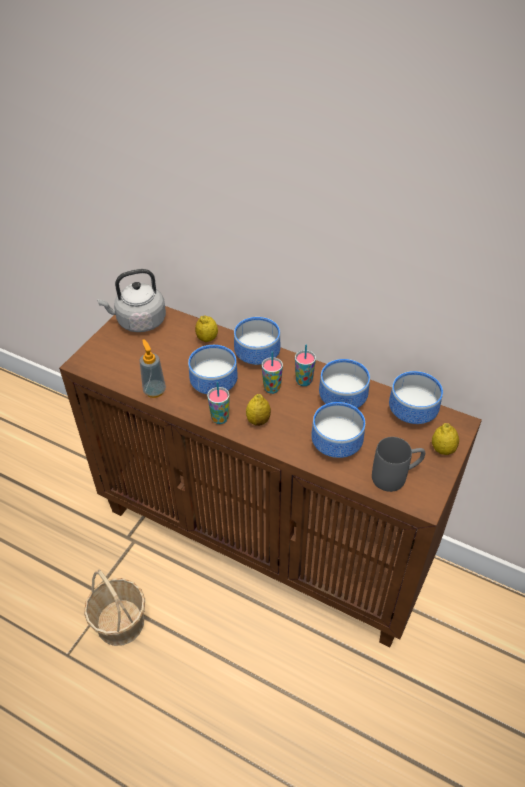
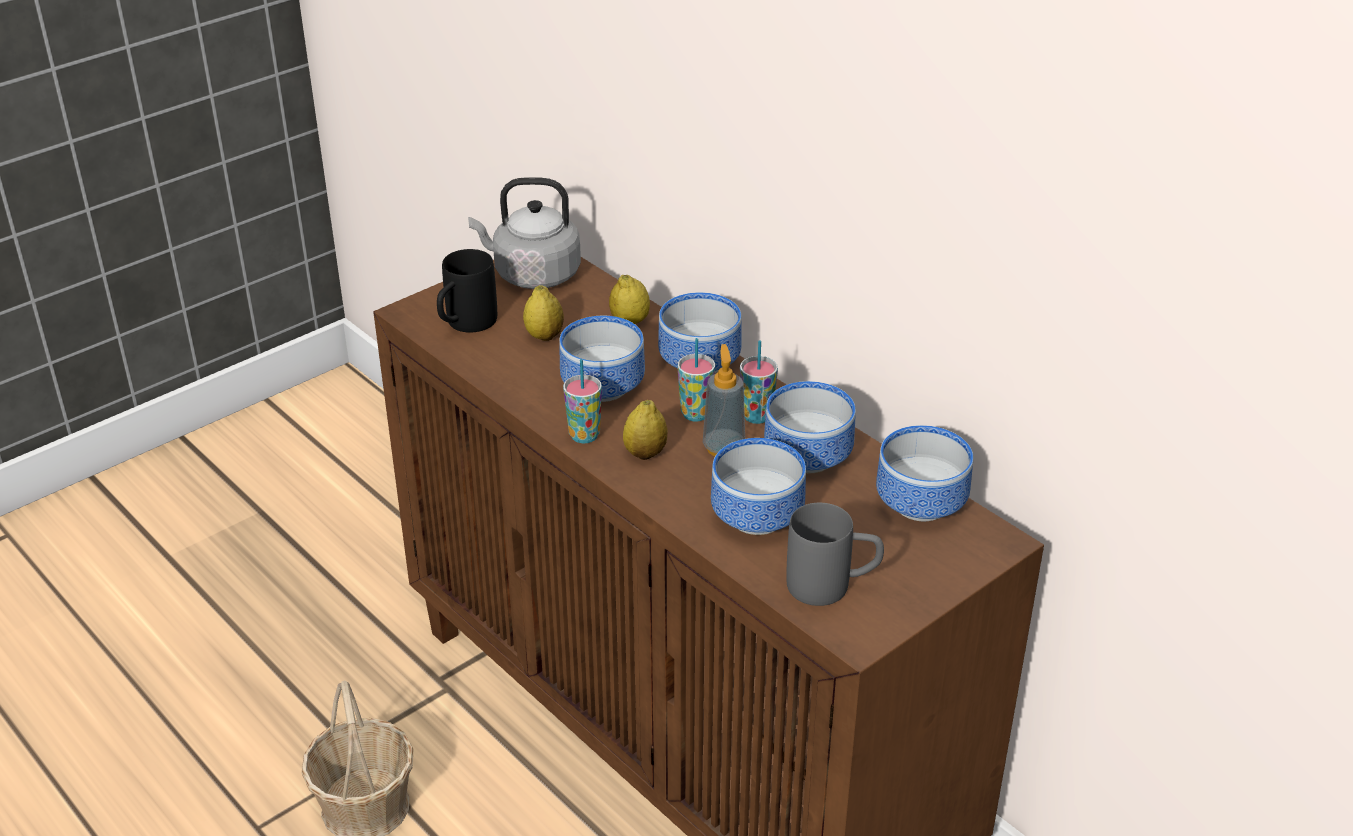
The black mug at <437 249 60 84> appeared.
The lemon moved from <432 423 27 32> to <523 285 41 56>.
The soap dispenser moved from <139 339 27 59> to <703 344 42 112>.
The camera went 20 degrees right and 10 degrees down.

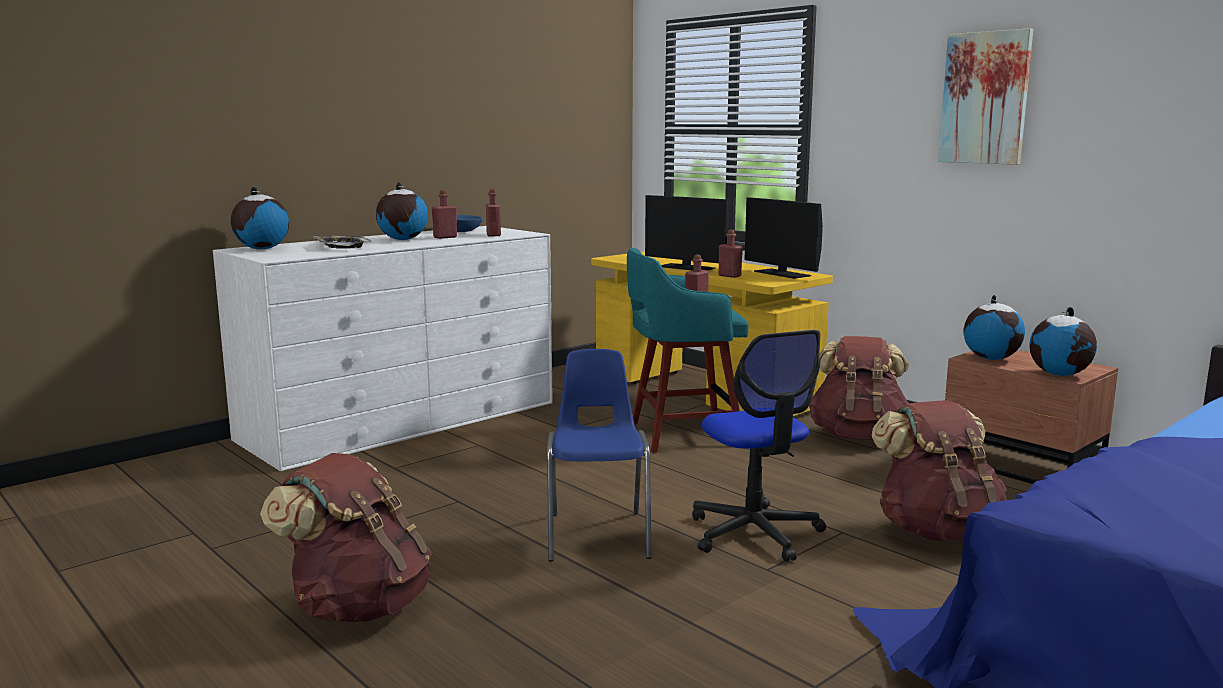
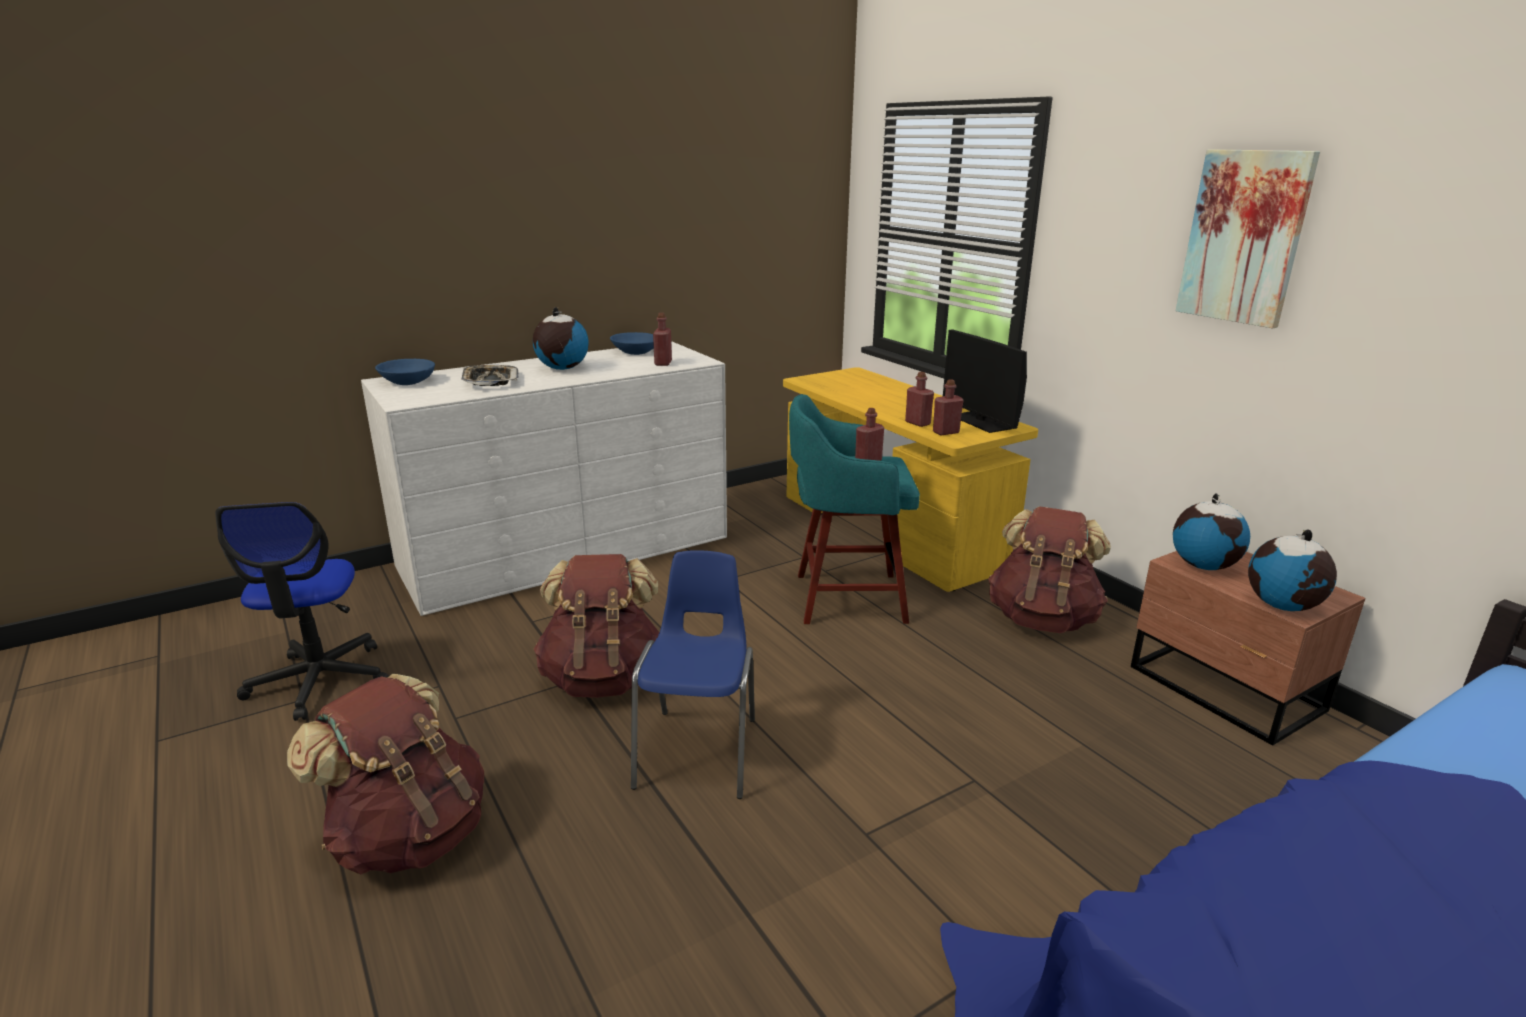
The office chair moved from <692 330 134 232> to <215 502 174 219>.
The globe at <231 187 58 63> was replaced by the blue bowl at <375 359 60 26>.
The brown backpack moved from <871 400 136 141> to <534 554 126 144>.
The red bottle moved from <432 190 25 49> to <933 379 30 57>.
The monitor at <645 195 84 76> disappeared.
The camera went 10 degrees right and 10 degrees up.

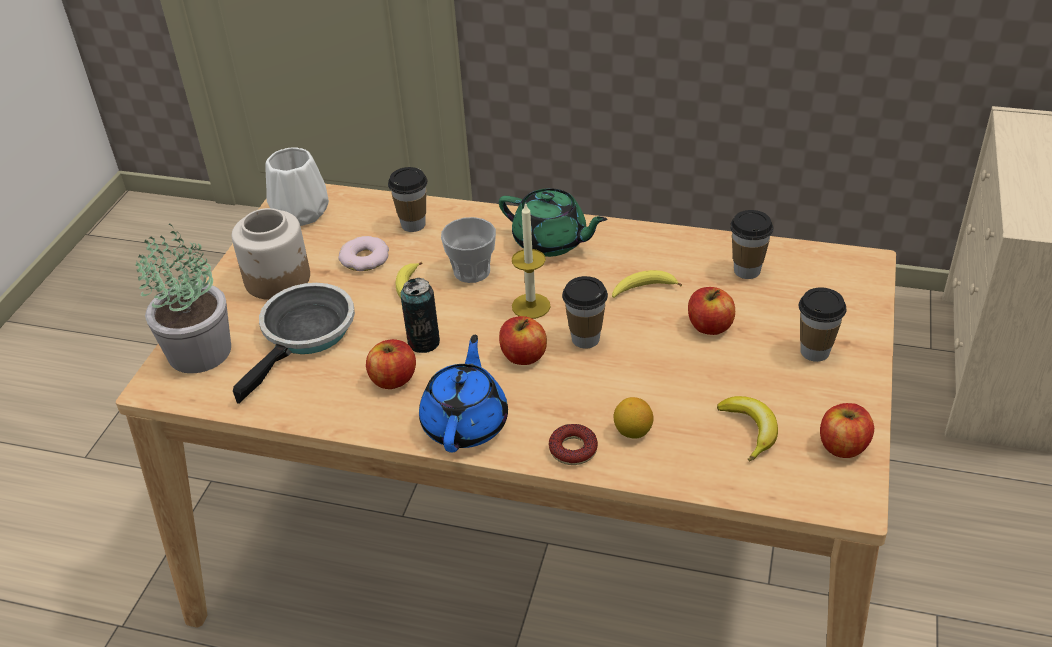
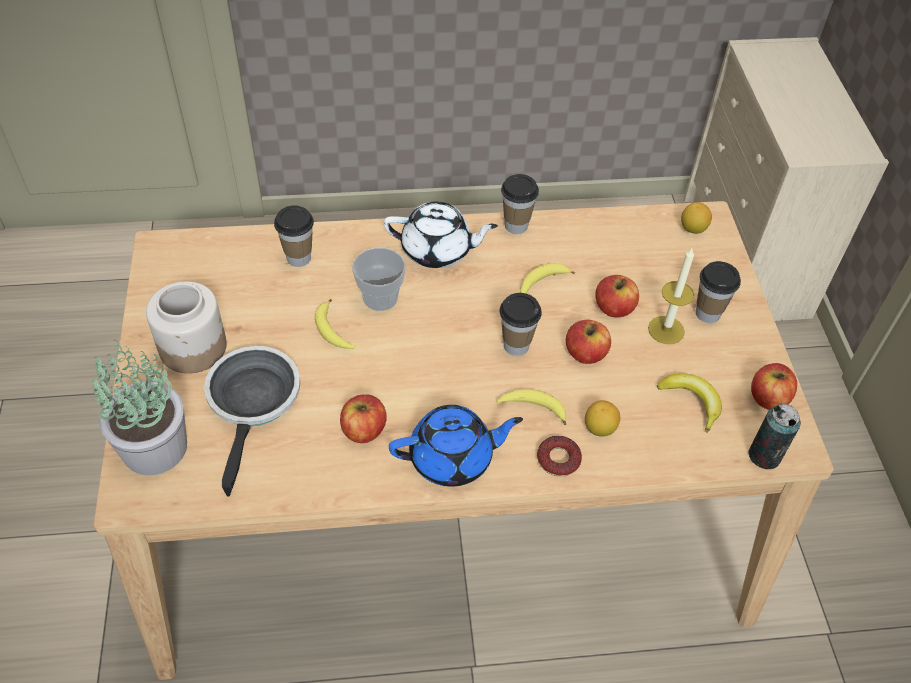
The green teapot at <499 188 108 69> became the white teapot at <384 202 114 66>.
The blue teapot at <419 335 89 118> turned 90 degrees clockwise.
The banana at <497 389 69 36> appeared.
The cup moved from <730 210 43 69> to <501 174 38 60>.
The apple moved from <499 316 48 49> to <566 320 45 44>.
The candle moved from <512 202 38 117> to <648 248 46 96>.
The lemon at <681 202 31 32> appeared.
The can moved from <400 278 40 75> to <748 404 53 65>.
The white vase at <265 147 64 79> disappeared.
The donut at <338 236 51 35> disappeared.
The camera went 25 degrees left and 10 degrees up.

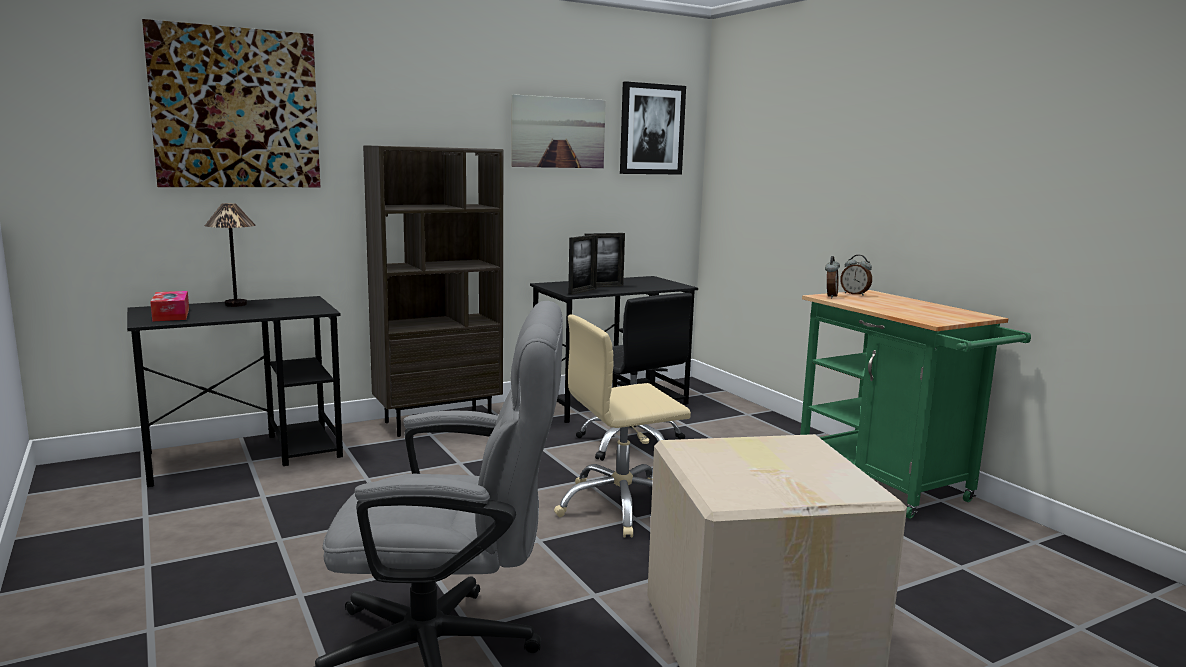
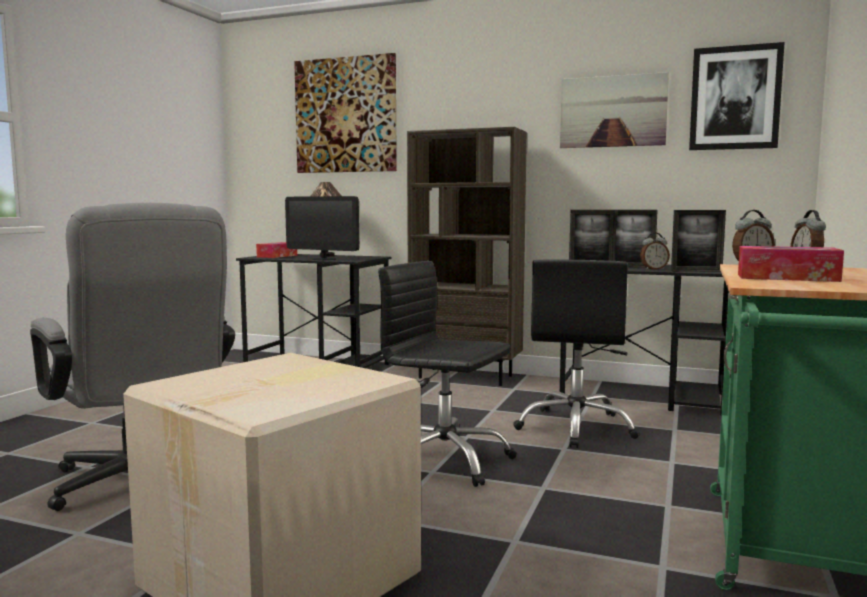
The monitor at <285 196 74 64> appeared.
The beige office chair at <554 314 137 223> became the black office chair at <378 261 139 226>.
The alarm clock at <640 233 30 37> appeared.
The picture frame at <671 210 55 62> appeared.
The tissue box at <738 246 106 36> appeared.
The camera went 50 degrees right and 5 degrees down.

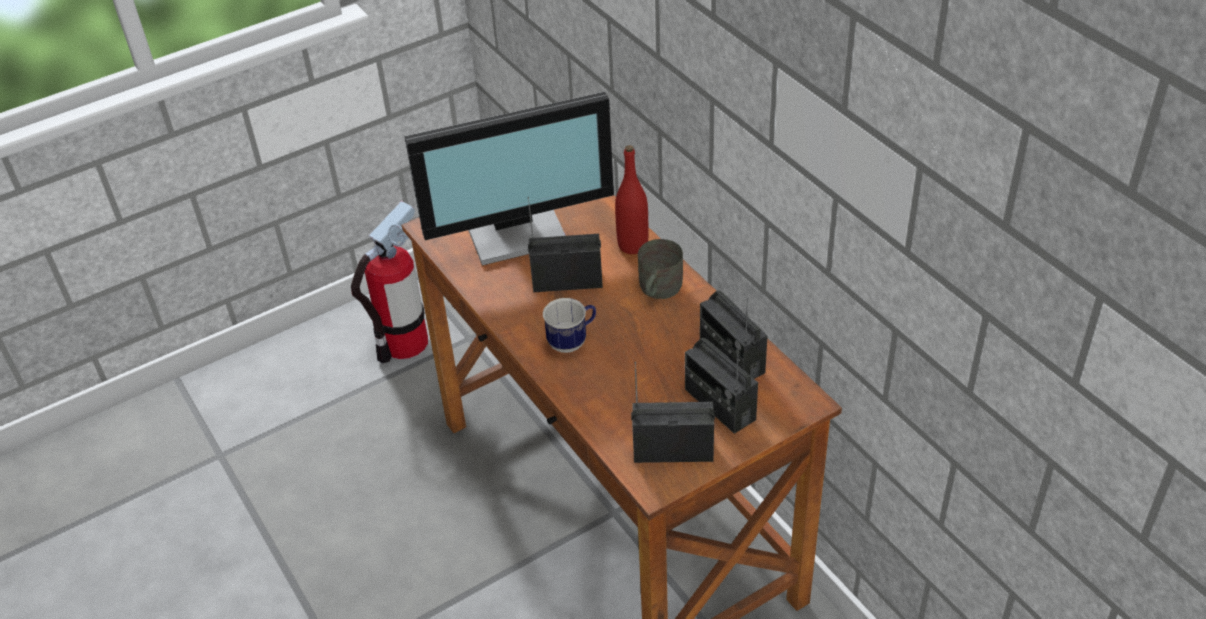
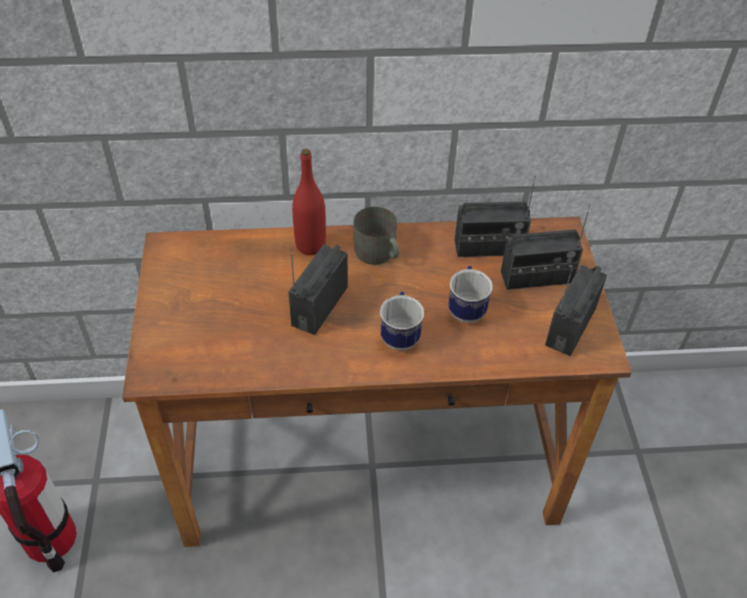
The mug at <448 265 45 58> appeared.
The monitor at <405 92 209 174> disappeared.
The camera went 65 degrees left and 5 degrees up.

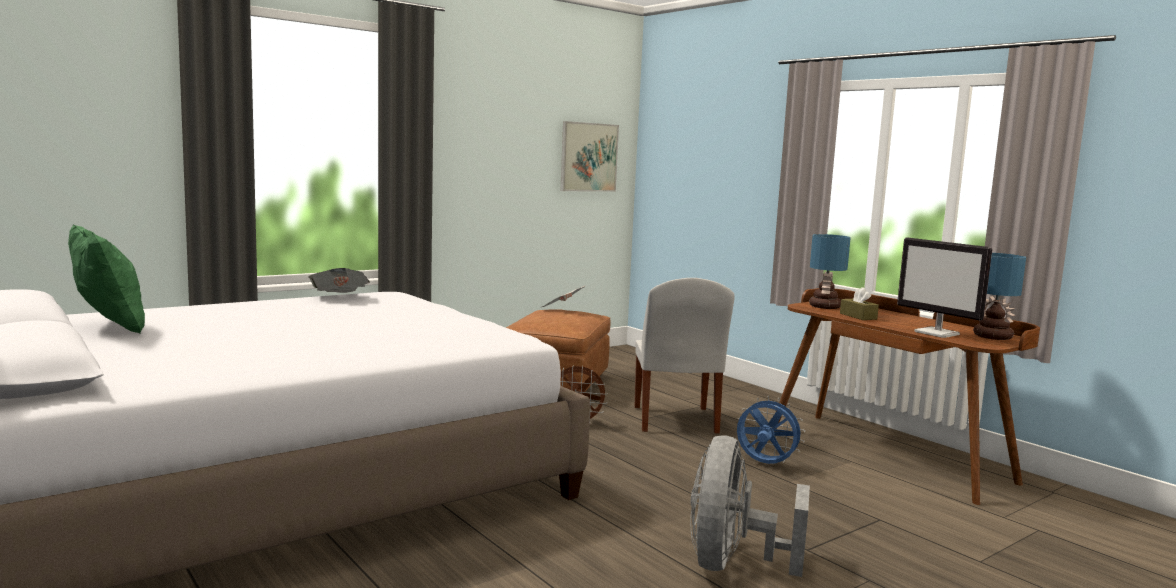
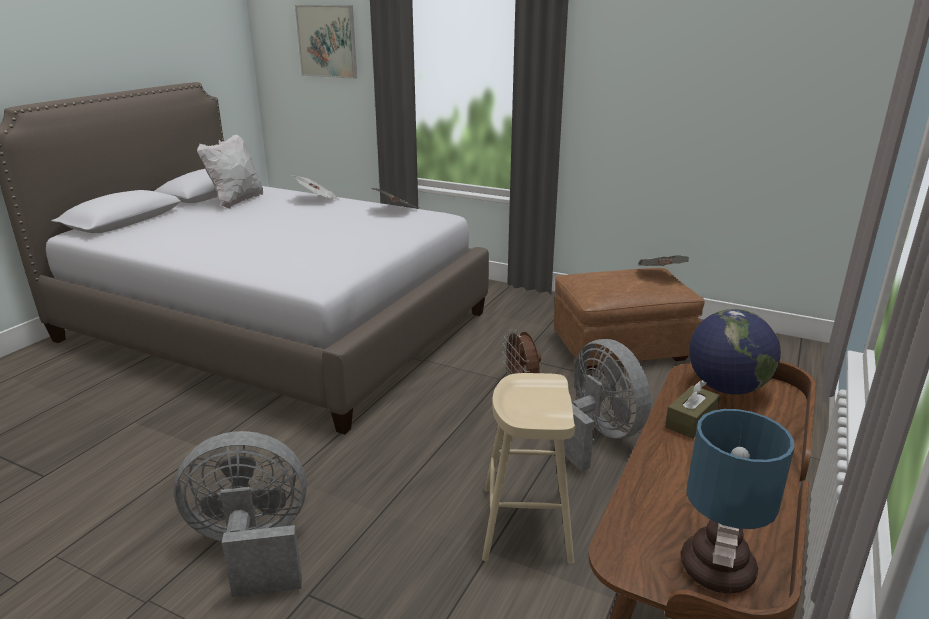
The green pillow at <68 225 77 109> became the white pillow at <197 135 66 74>.
The newspaper at <291 175 49 25> appeared.
The picture moved from <560 121 59 71> to <295 5 62 74>.
The blue fan at <737 396 68 68> was replaced by the beige stool at <482 373 93 191>.
The white chair at <635 278 100 156> was replaced by the grey fan at <551 339 100 132>.
The table lamp at <809 234 42 75> was replaced by the globe at <689 309 92 86>.
The monitor at <897 238 95 100> disappeared.
The camera went 65 degrees right and 15 degrees up.

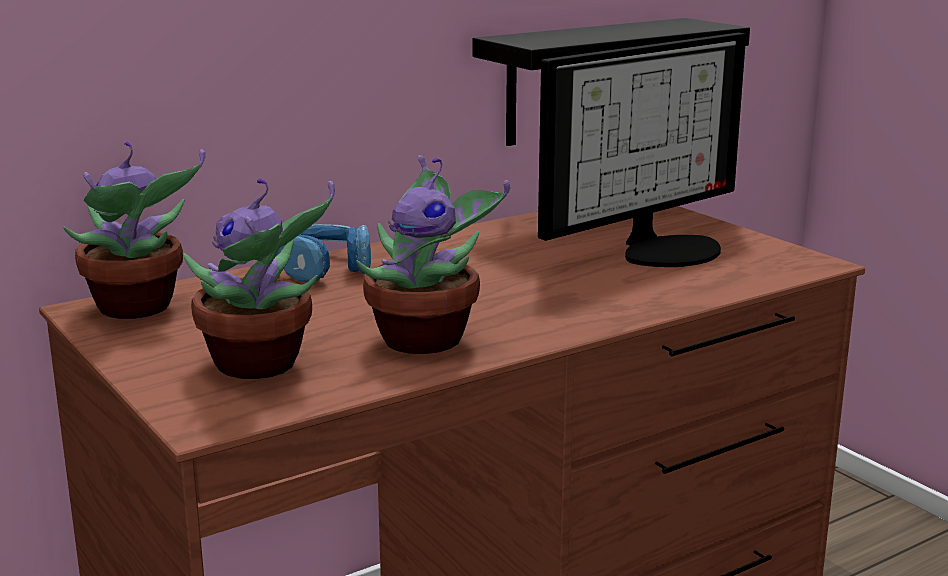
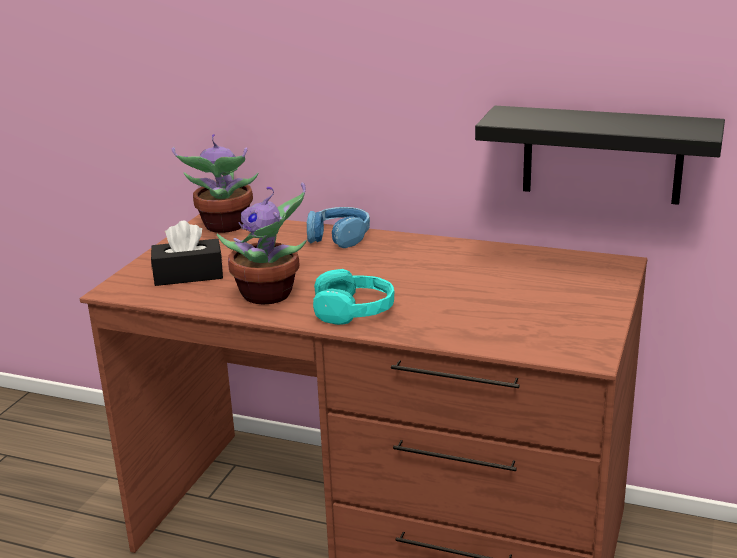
The potted plant at <183 179 152 200> was replaced by the black tissue box at <151 221 72 65>.
The turquoise headphones at <313 269 81 56> appeared.
The monitor at <538 33 208 234> disappeared.
The camera went 55 degrees right and 5 degrees up.

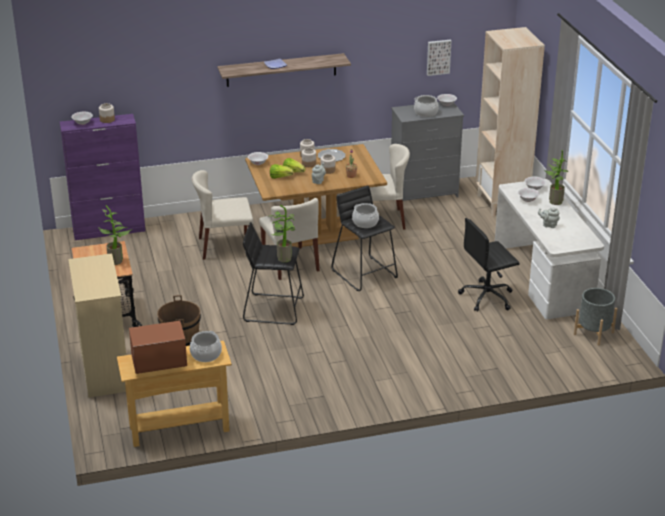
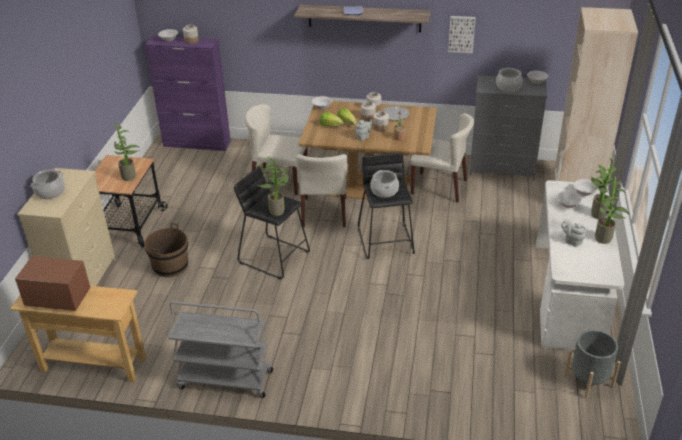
The cooking pot moved from <190 331 32 31> to <31 170 34 29>.
The grey cart at <168 301 105 97> appeared.
The picture moved from <427 40 24 36> to <448 16 28 37>.
The potted plant at <595 176 34 68> appeared.
The black office chair at <458 218 61 94> disappeared.
The camera went 25 degrees right and 5 degrees up.

